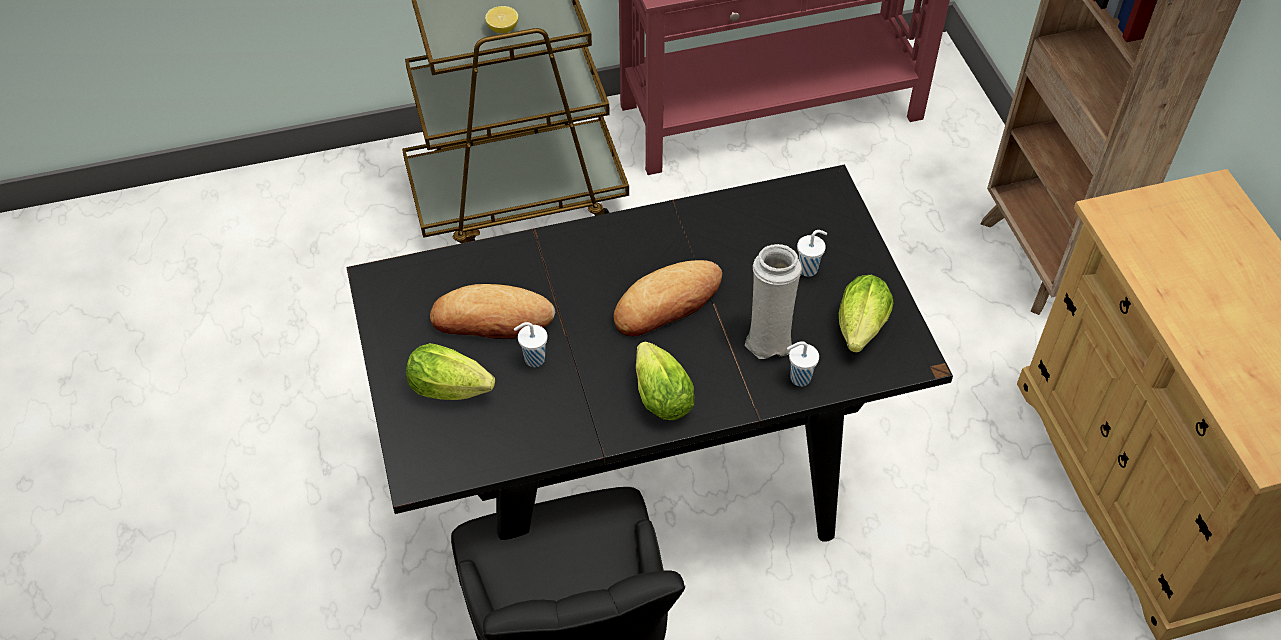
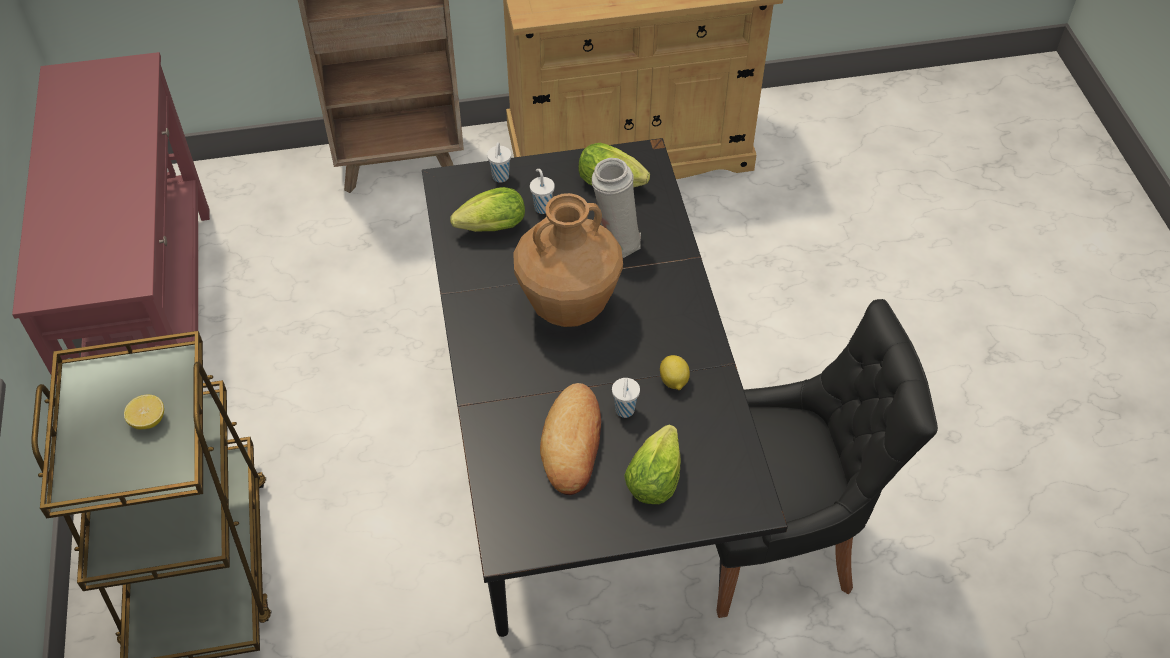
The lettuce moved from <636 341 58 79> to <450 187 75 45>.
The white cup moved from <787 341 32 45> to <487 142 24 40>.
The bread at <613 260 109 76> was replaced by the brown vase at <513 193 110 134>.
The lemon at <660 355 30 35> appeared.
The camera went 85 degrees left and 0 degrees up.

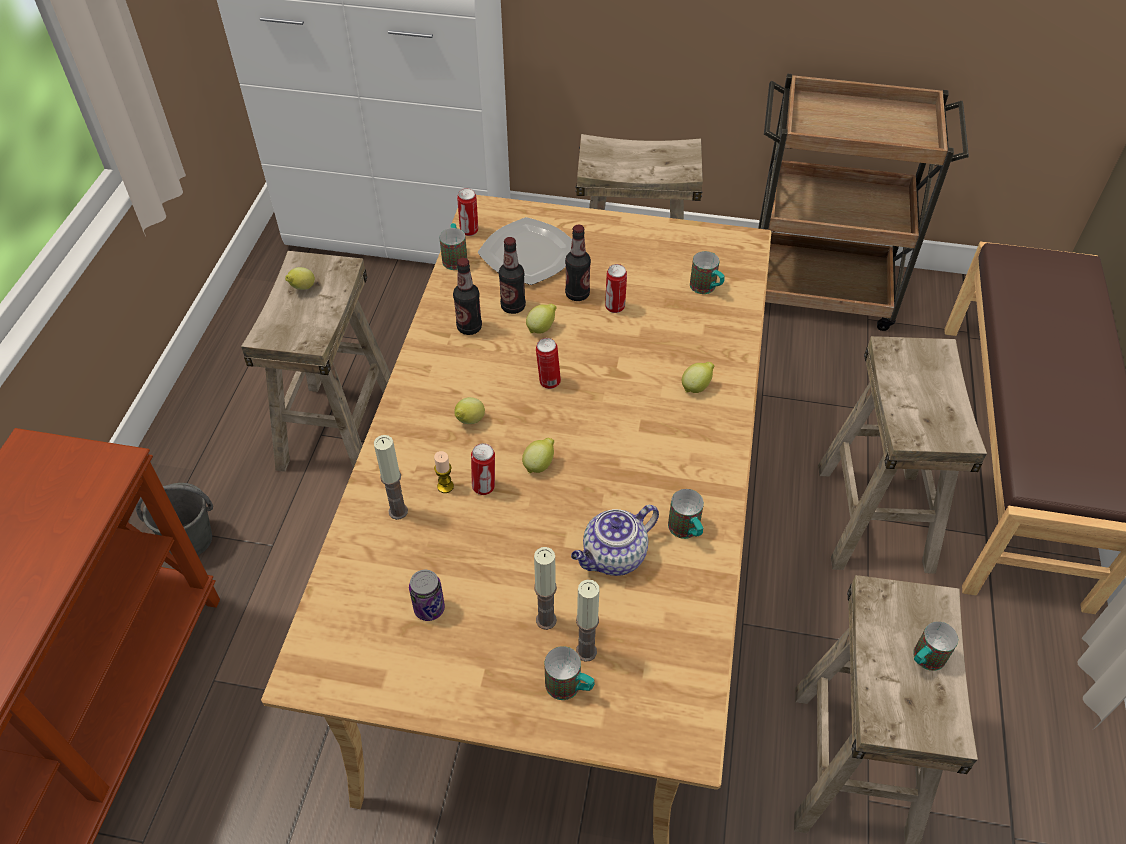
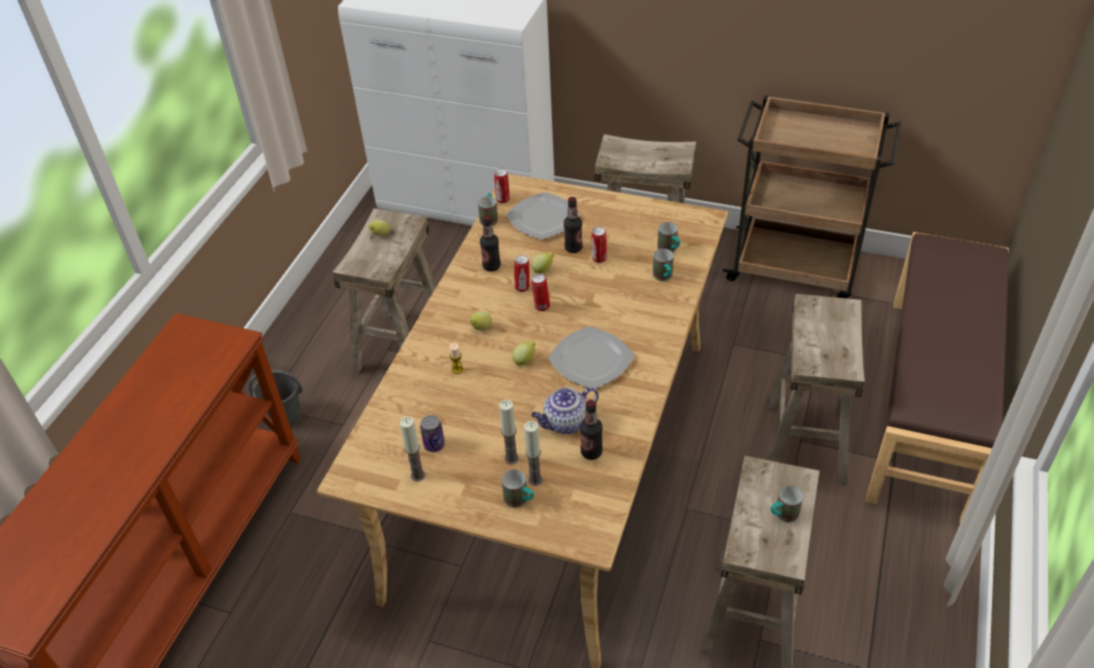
The candle moved from <374 435 34 85> to <400 417 25 64>.
The can moved from <471 443 24 52> to <514 255 15 37>.
The plate at <548 326 87 62> appeared.
The bottle moved from <499 237 27 77> to <580 400 23 60>.
The mug moved from <668 489 36 50> to <653 249 21 32>.
The lemon at <682 362 32 31> disappeared.
The camera went 10 degrees right and 5 degrees down.

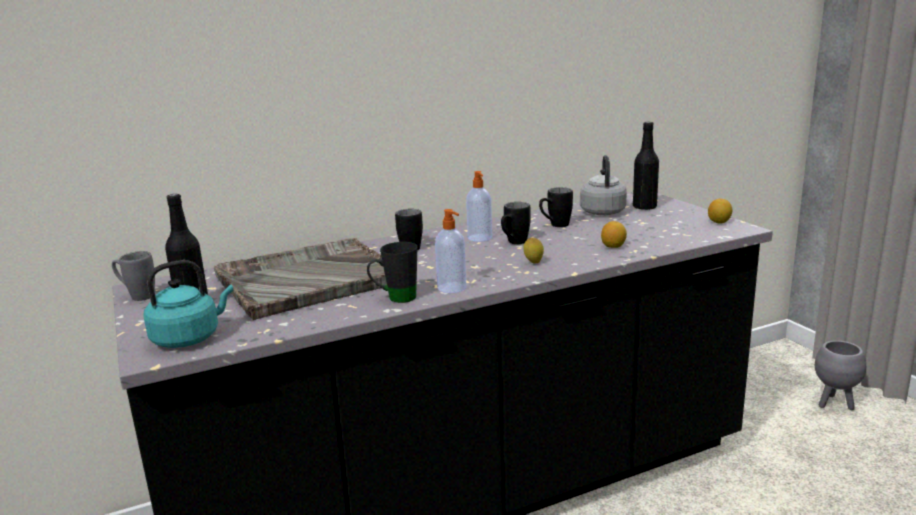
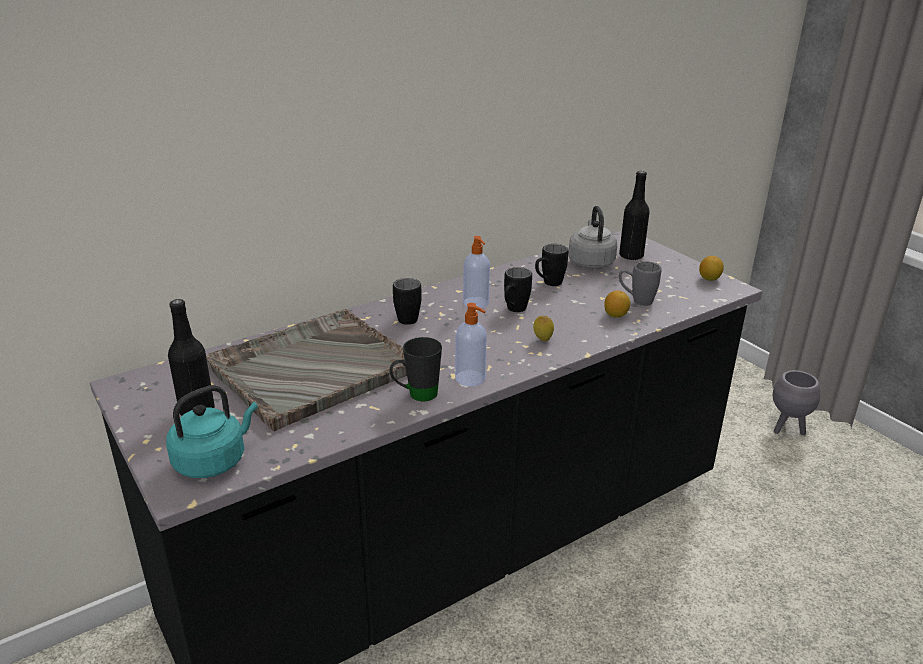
The grey mug moved from <112 251 43 50> to <619 261 43 45>.
The camera went 10 degrees left and 10 degrees up.

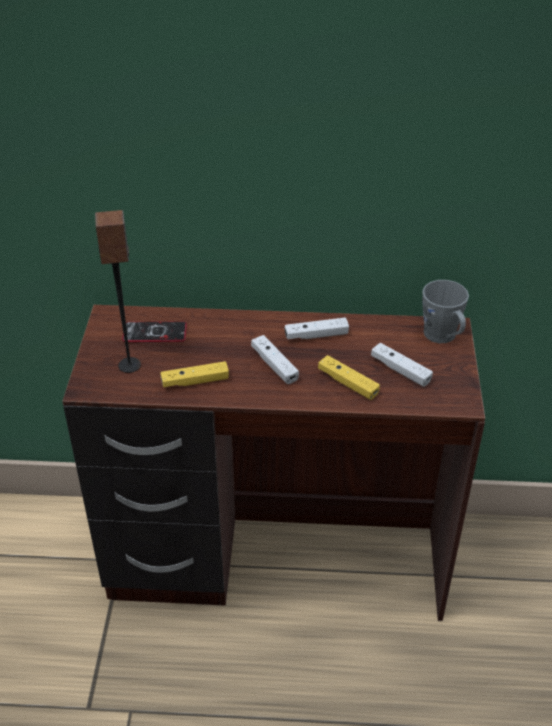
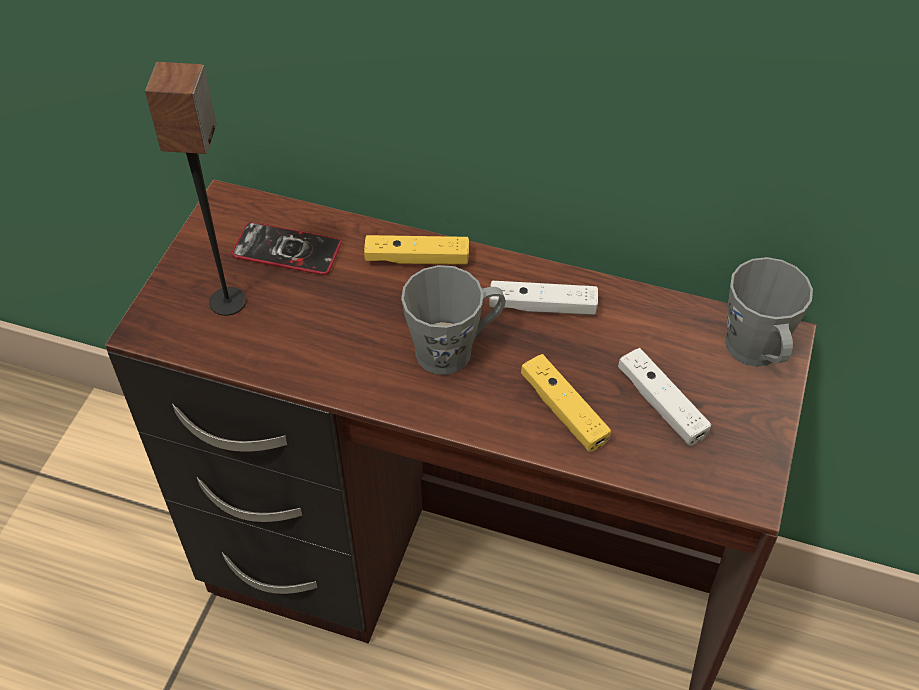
The yellow game controller moved from <160 361 69 26> to <364 235 105 30>.
The white game controller at <251 335 48 49> was replaced by the grey mug at <401 265 105 110>.
The camera went 15 degrees right and 10 degrees up.

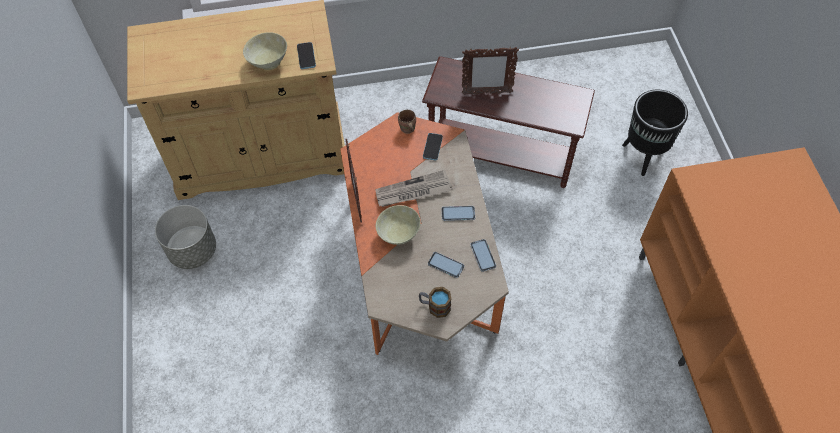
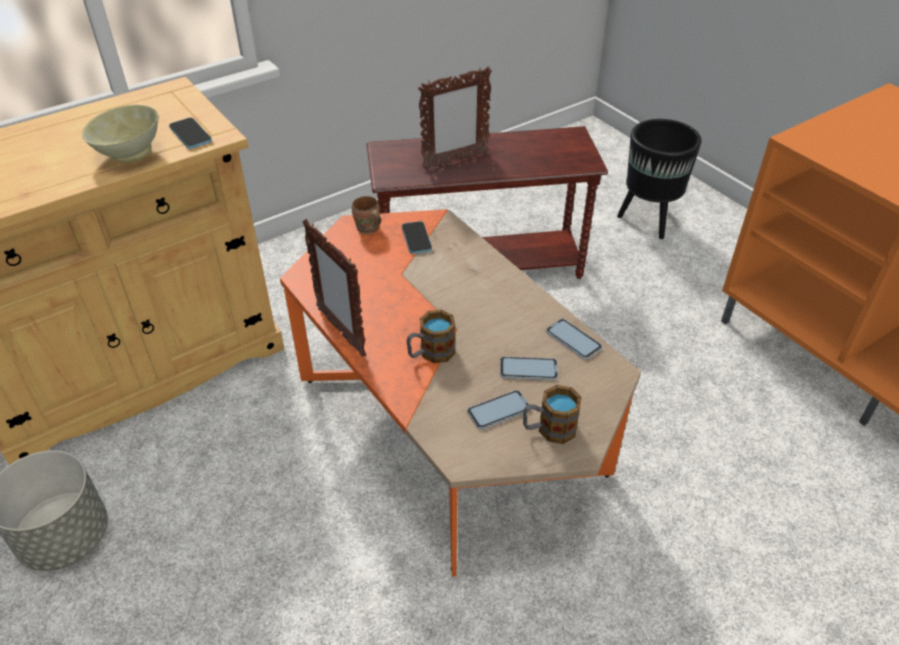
The beige bowl at <376 205 44 40> was replaced by the mug at <406 310 49 53>.
The phone moved from <442 206 33 15> to <467 390 63 40>.
The newspaper at <376 170 76 37> disappeared.
The camera went 25 degrees left and 15 degrees down.

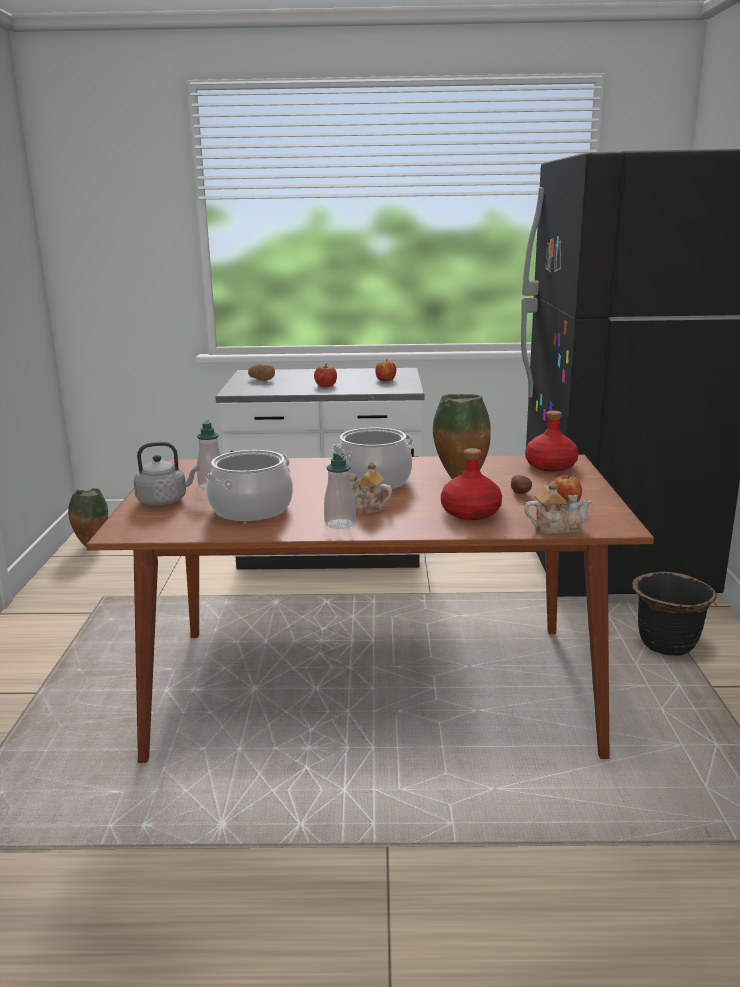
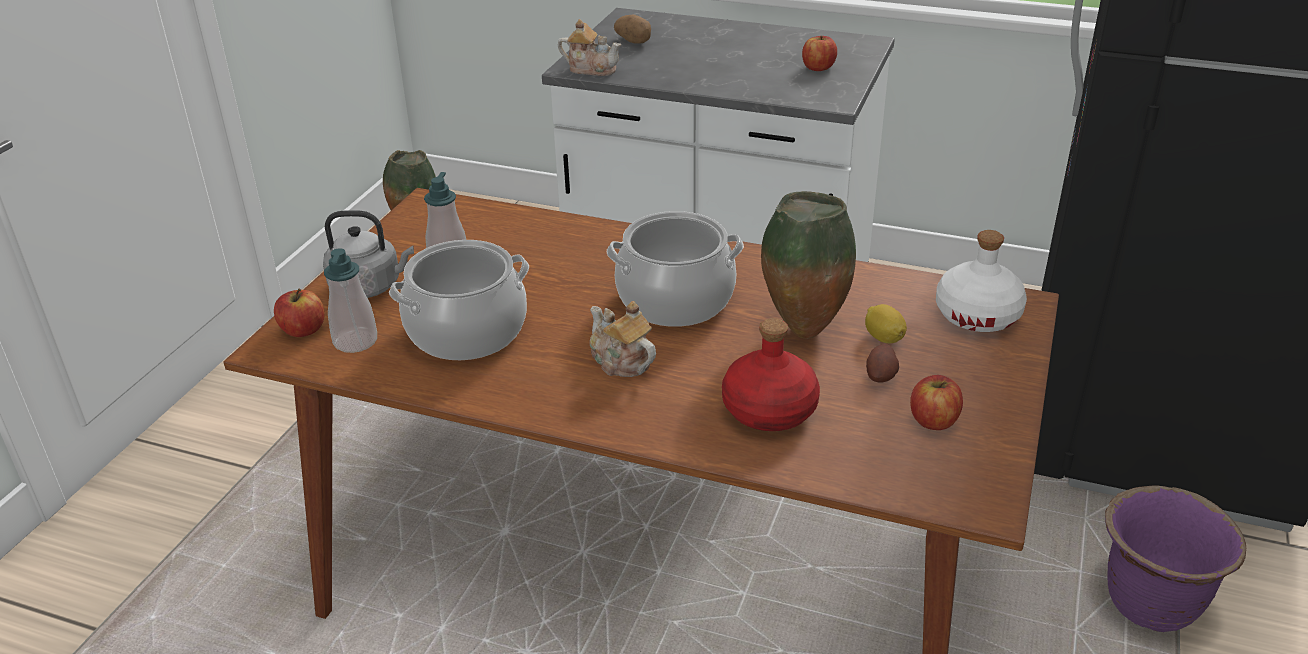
The apple moved from <314 363 23 24> to <274 288 51 49>.
The soap dispenser moved from <324 452 32 77> to <324 248 53 105>.
The teapot moved from <524 481 68 53> to <558 19 63 57>.
The lemon at <865 304 42 39> appeared.
The red bottle at <525 411 54 61> became the white bottle at <936 230 91 102>.
The black planter at <632 572 85 84> became the purple planter at <1105 486 141 146>.
The camera went 20 degrees right and 15 degrees up.

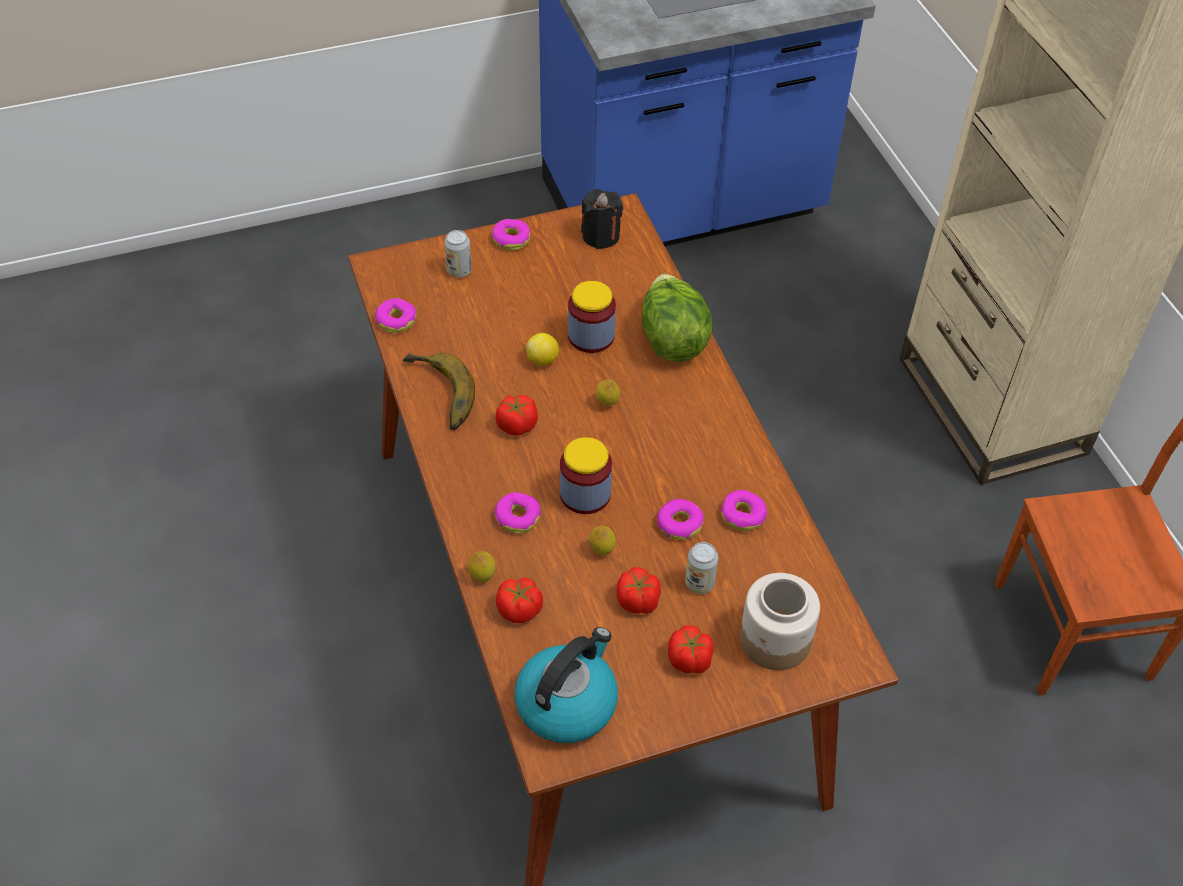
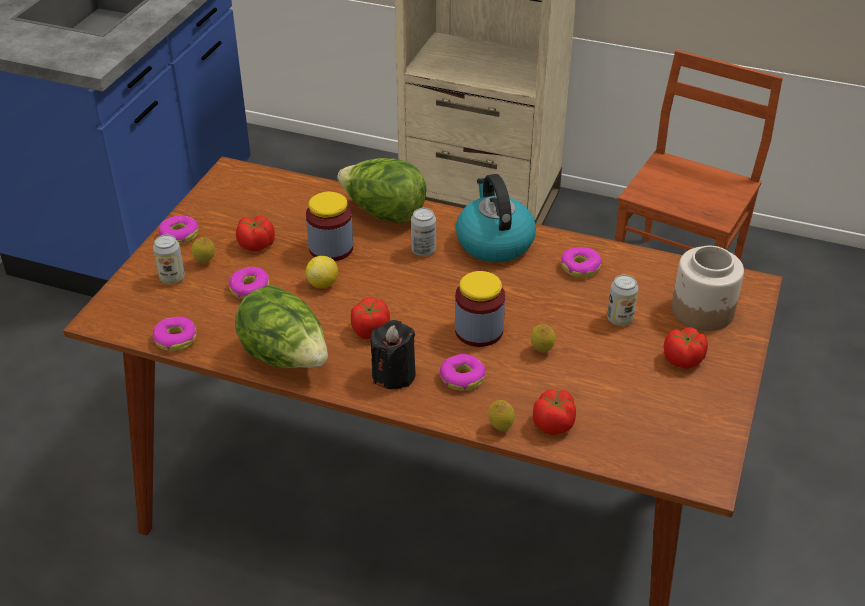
The lemon moved from <596 380 24 26> to <192 237 23 26>.
The donut moved from <657 499 47 41> to <229 267 41 32>.
The banana at <403 353 72 77> was replaced by the lettuce at <235 286 93 82>.
The tomato moved from <616 567 45 47> to <236 215 39 37>.
The black candle moved from <581 189 42 60> to <370 320 46 69>.
The can at <411 208 25 48> appeared.
The kettle moved from <515 627 103 116> to <456 174 80 88>.
The camera went 50 degrees left and 10 degrees down.

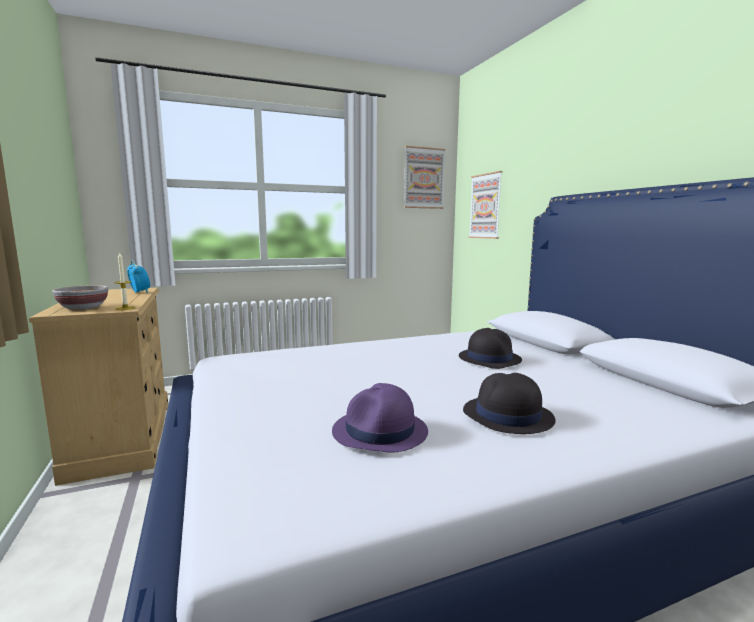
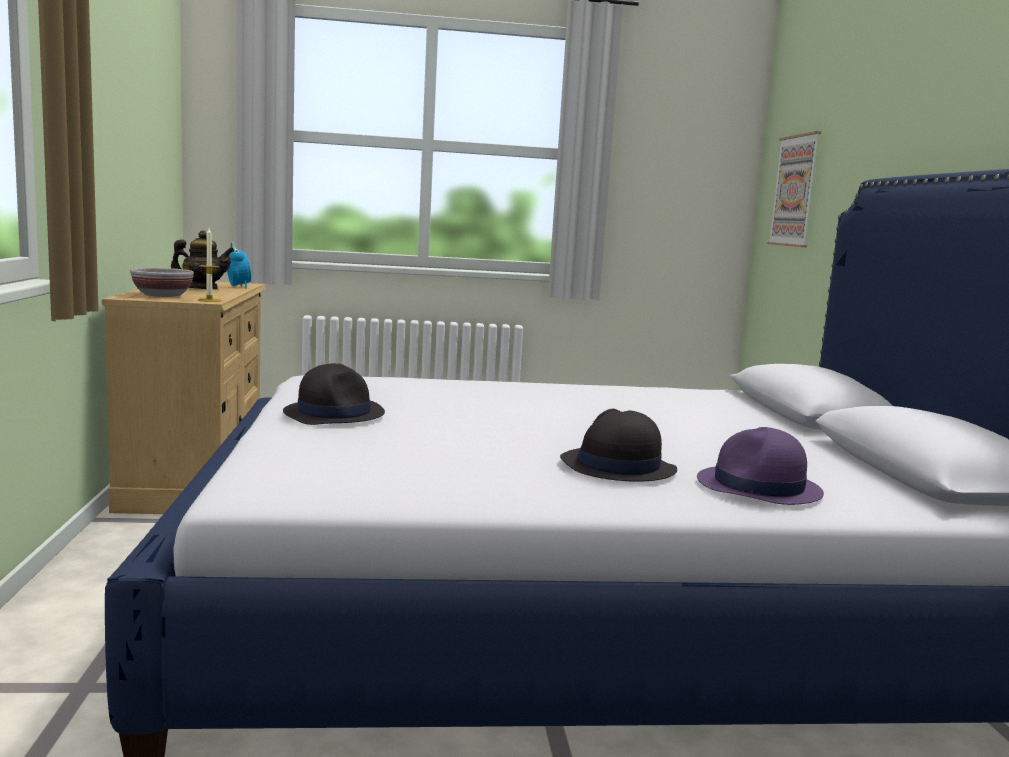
The teapot at <171 230 63 59> appeared.
The black hat moved from <459 328 63 41> to <283 363 102 62>.
The purple hat moved from <332 383 96 70> to <697 427 127 78>.
The picture at <404 146 42 63> disappeared.
The camera went 15 degrees right and 0 degrees up.

